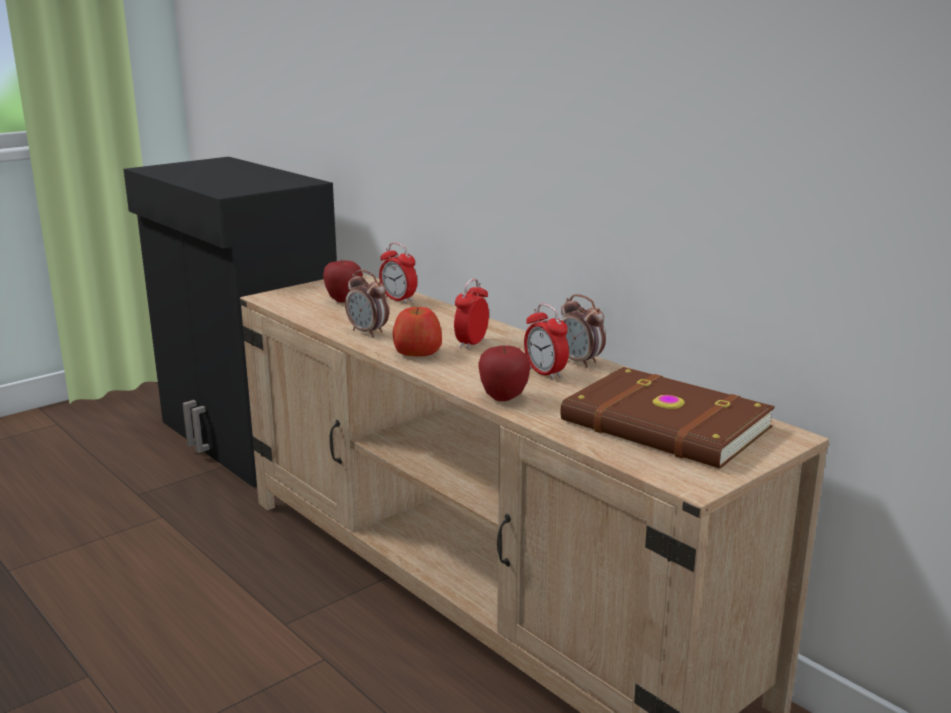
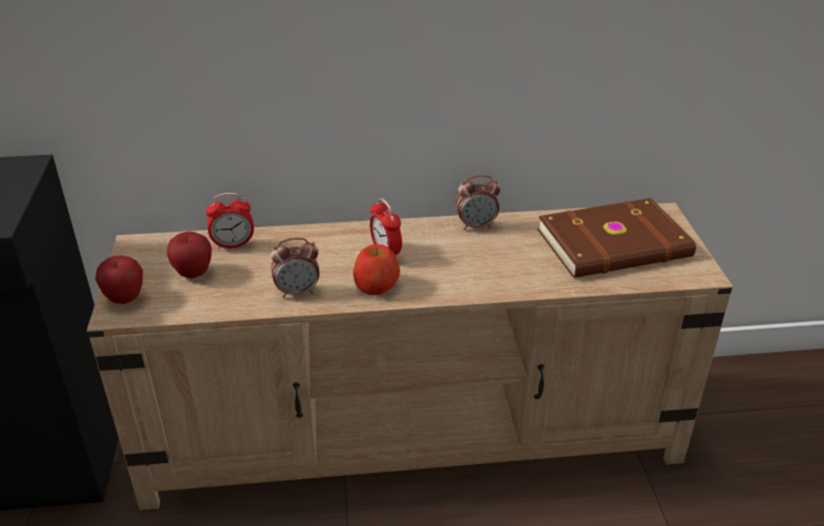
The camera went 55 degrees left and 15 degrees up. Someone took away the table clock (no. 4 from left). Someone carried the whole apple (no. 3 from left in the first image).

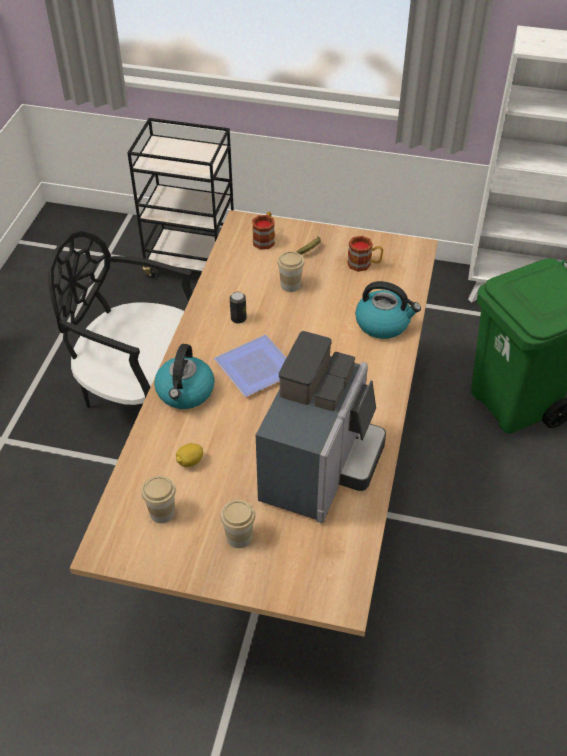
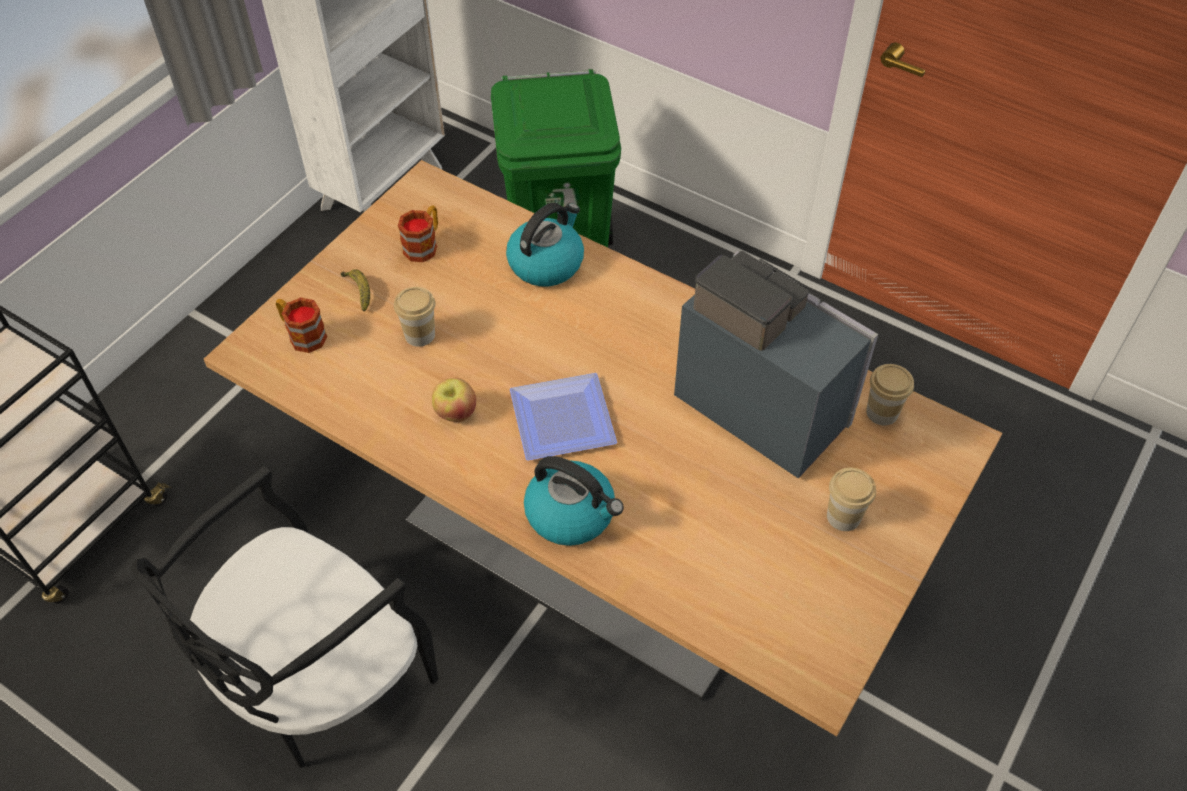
The camera went 70 degrees left and 5 degrees up. Someone took away the whole lemon. Someone carried the cup (no. 1 from left in the first image). Someone swapped the sealed can for the whole apple.

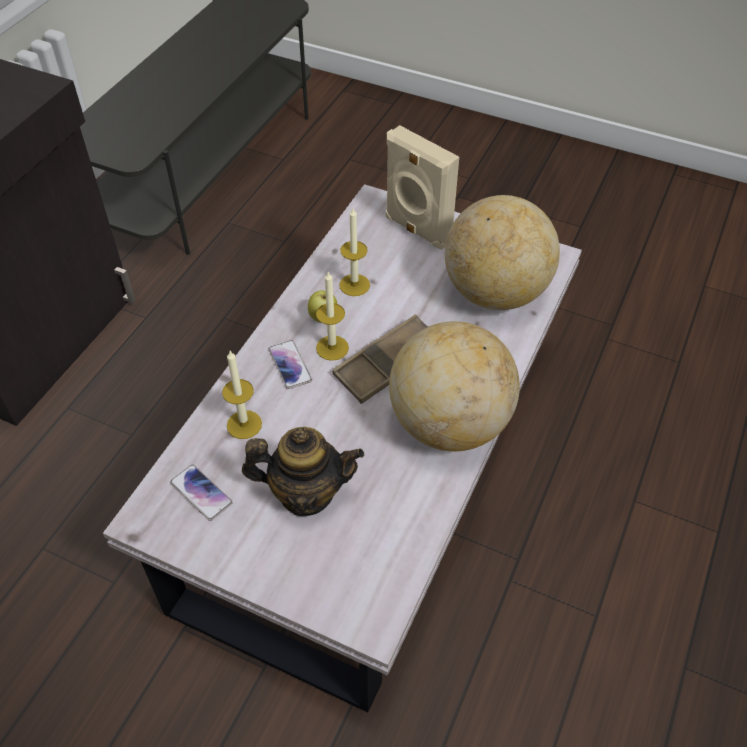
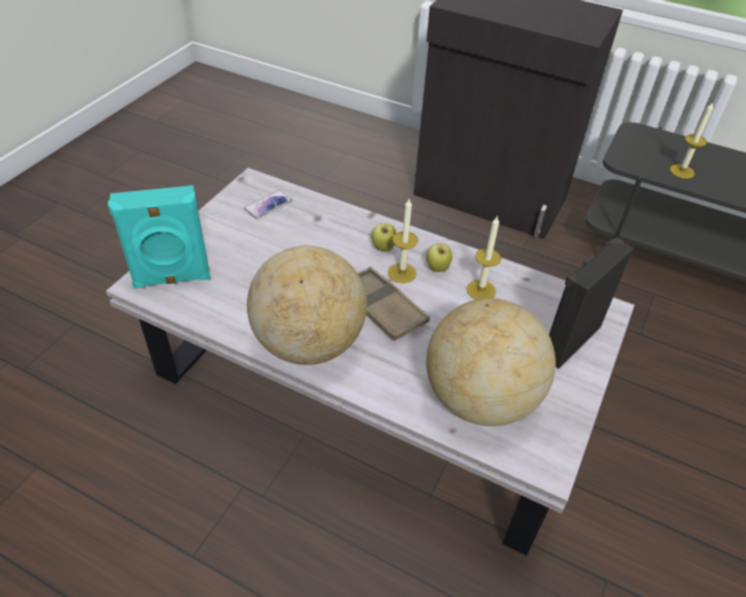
The camera went 90 degrees right and 5 degrees down. Someone took away the pot for tea. Someone put down the blue-green speaker. Someone carried the candle (no. 1 from left in the first image). Someone swapped the handset (no. 2 from left) for the whole apple (no. 1 from left). Someone repainted the beige speaker, which became the black speaker.

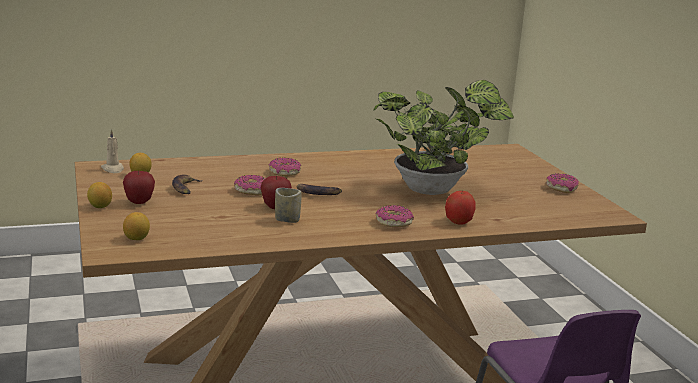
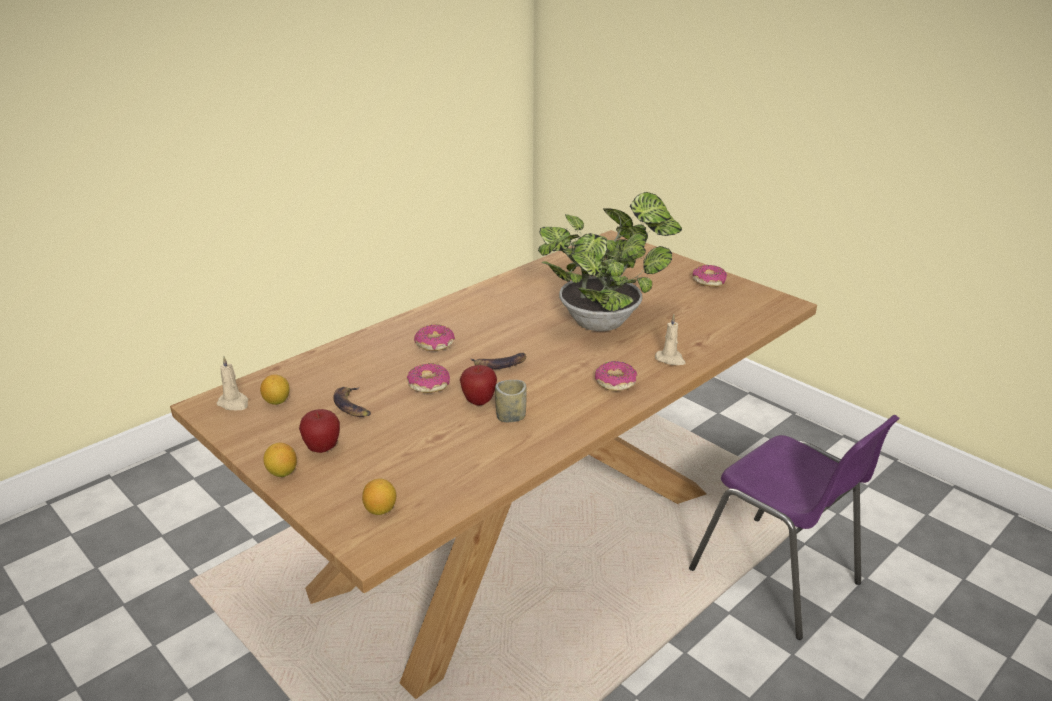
The camera went 25 degrees left and 10 degrees up. Someone swapped the whole apple (no. 3 from left) for the beige candle (no. 2 from left).

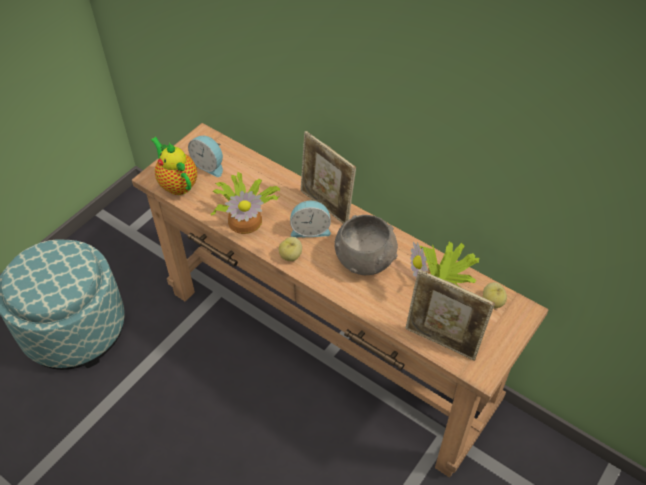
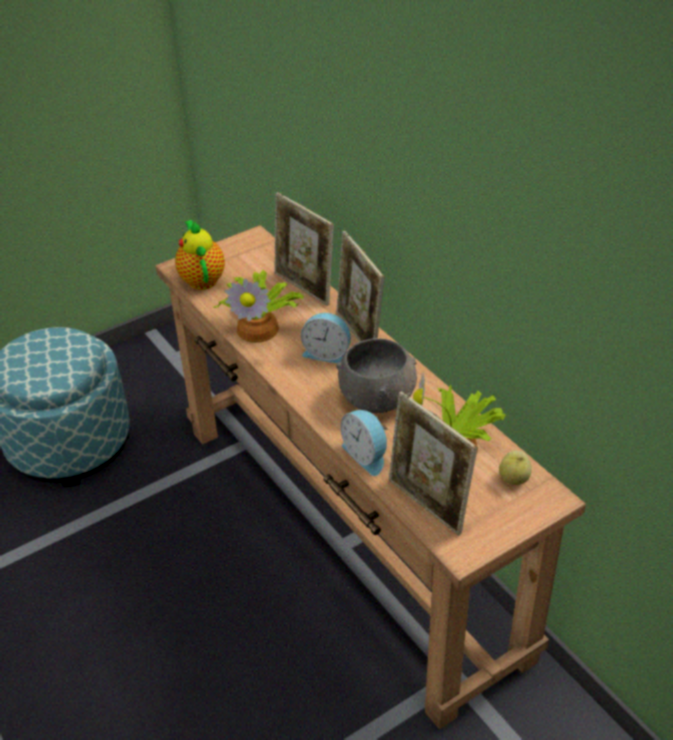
The camera went 20 degrees right and 10 degrees down. Someone took away the whole apple (no. 1 from left). Someone put down the photo frame (no. 1 from left). Someone carried the table clock (no. 1 from left in the first image).

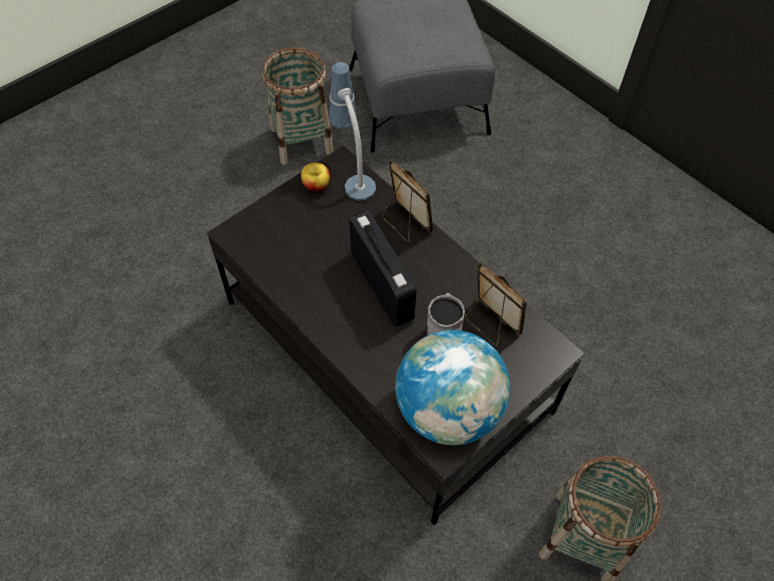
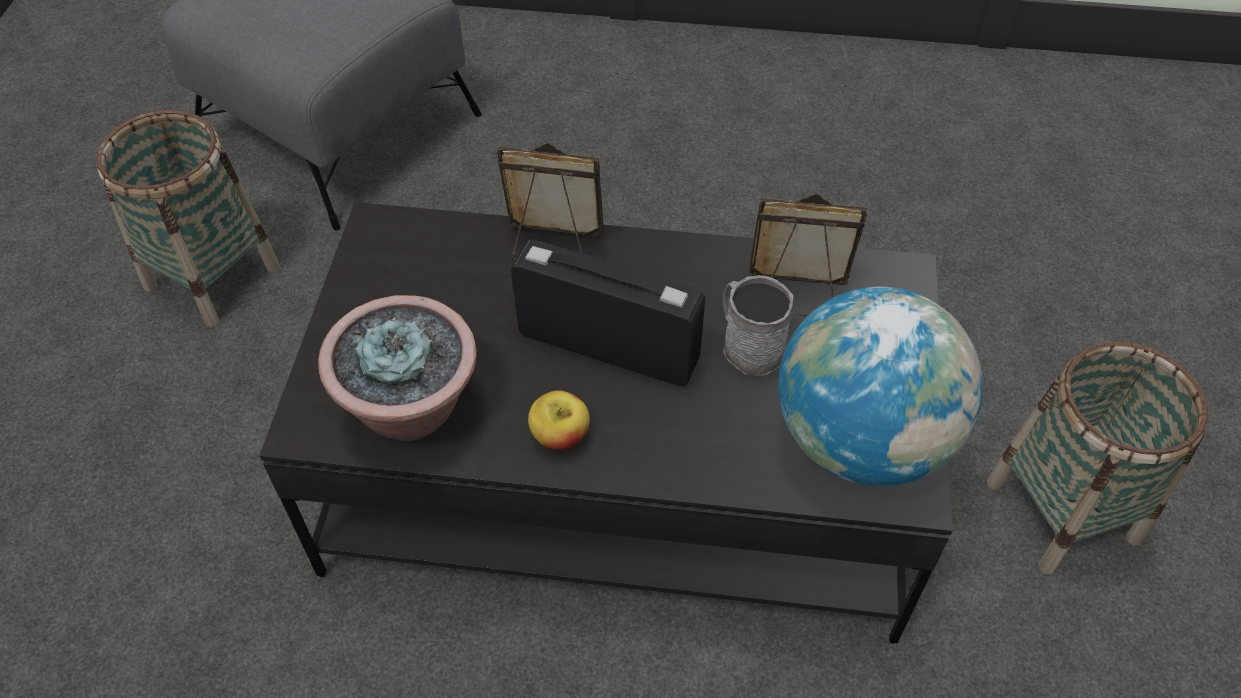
The camera went 40 degrees left and 5 degrees down. Someone took away the table lamp. Someone put down the plant in a pot. Someone carried the whole apple.

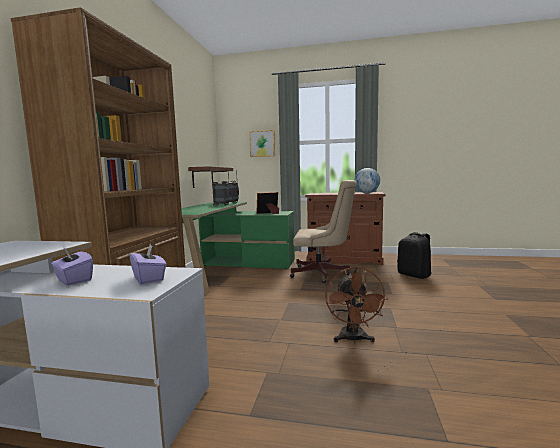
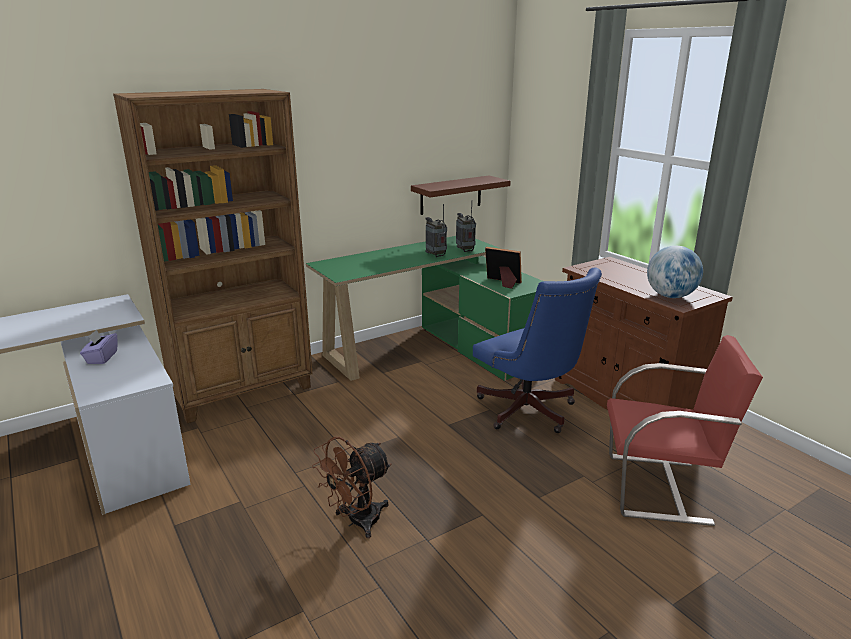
The camera went 45 degrees right and 15 degrees up. Someone took away the purplish box of tissues (no. 2 from left). Someone took away the picture. Someone swapped the black rucksack for the red-coloured plain chair. Someone repainted the beige office chair, which became the blue-coloured office chair.

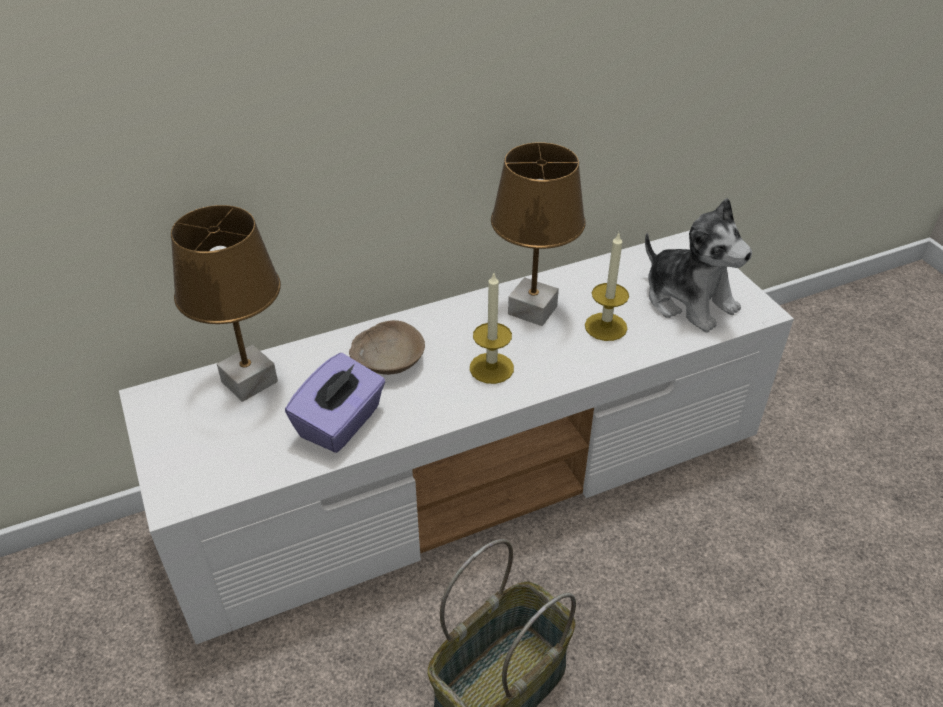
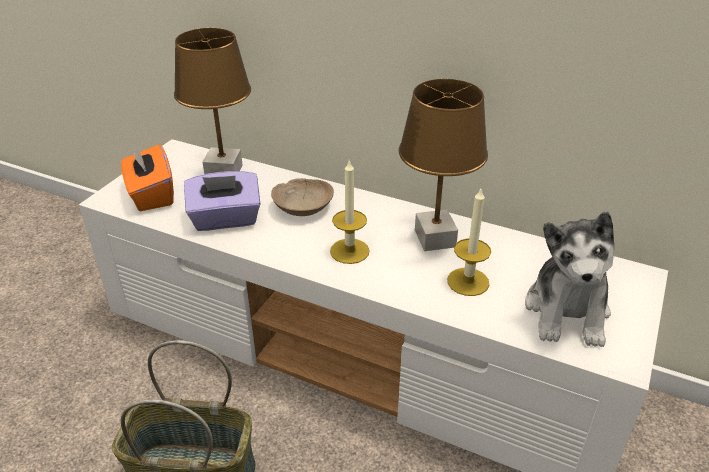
The camera went 50 degrees right and 5 degrees down. Someone put down the orange-coloured box of tissues.

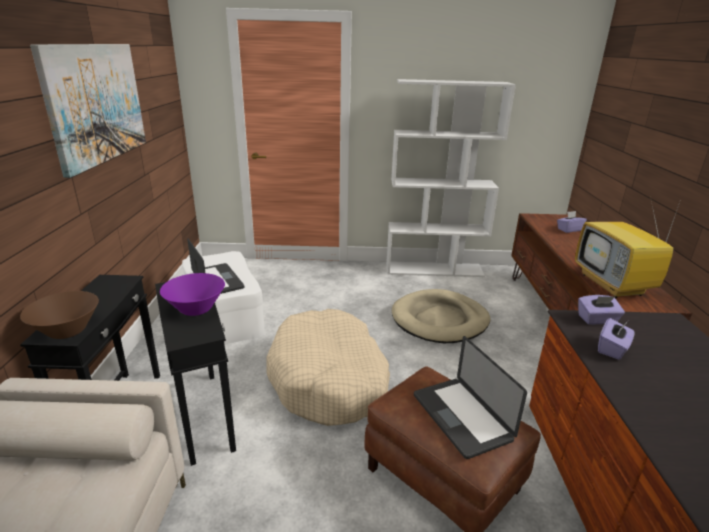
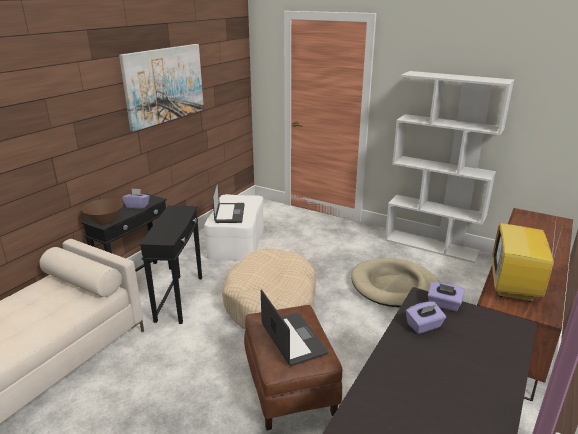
The camera went 30 degrees right and 0 degrees up. Someone took away the purplish serving bowl. Someone carried the purplish box of tissues (no. 1 from left). Someone rotated the laptop (no. 2 from left) by 150 degrees clockwise.

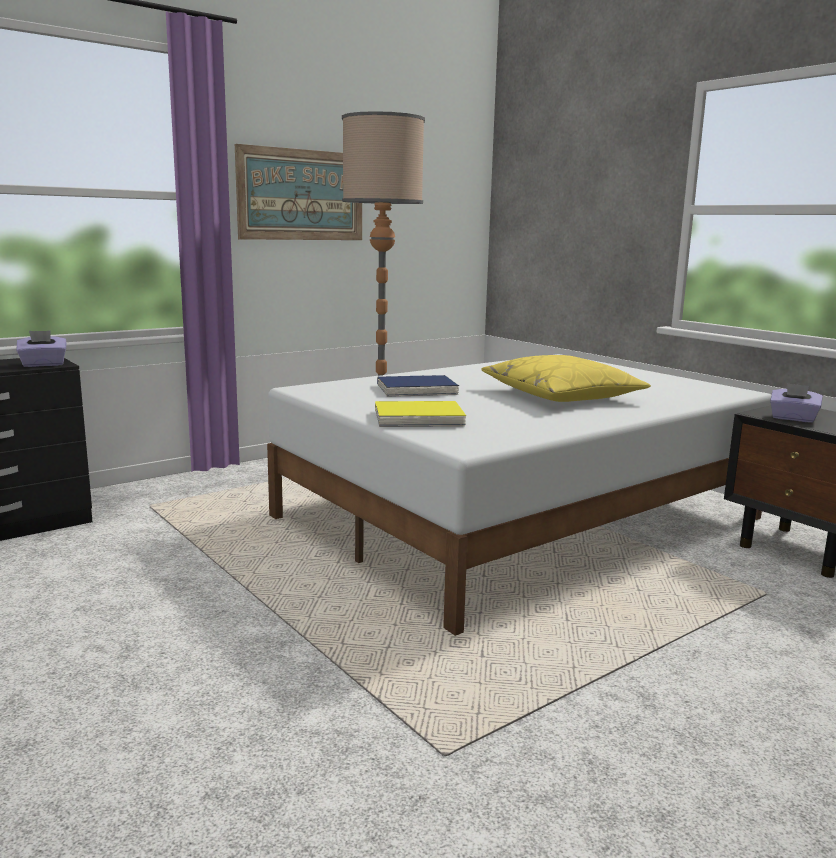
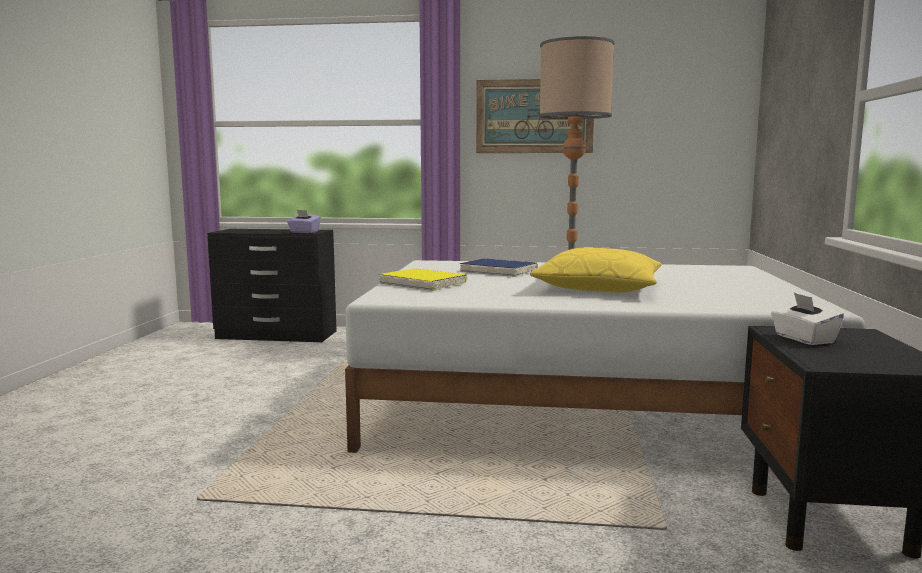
The camera went 45 degrees right and 5 degrees down. Someone repainted the purplish box of tissues (no. 2 from left), which became the white-coloured box of tissues.

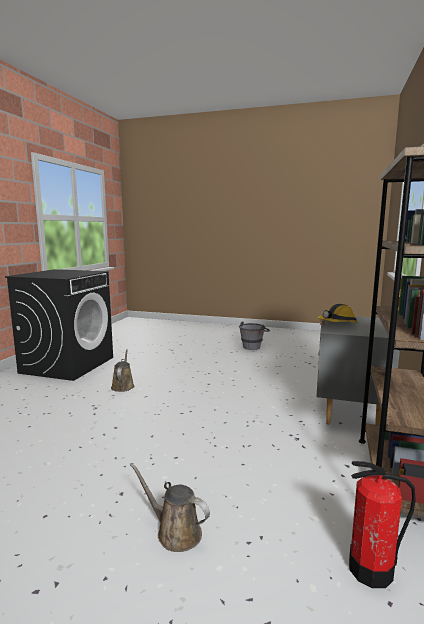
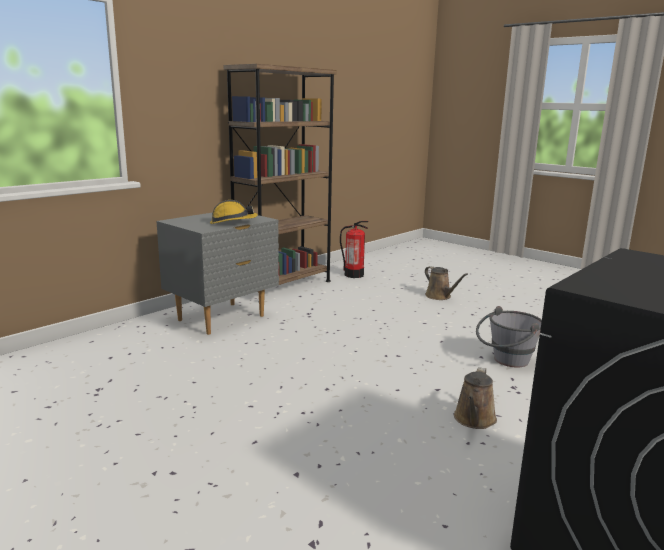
The camera went 155 degrees left and 5 degrees up. Someone carried the grey water bucket.

